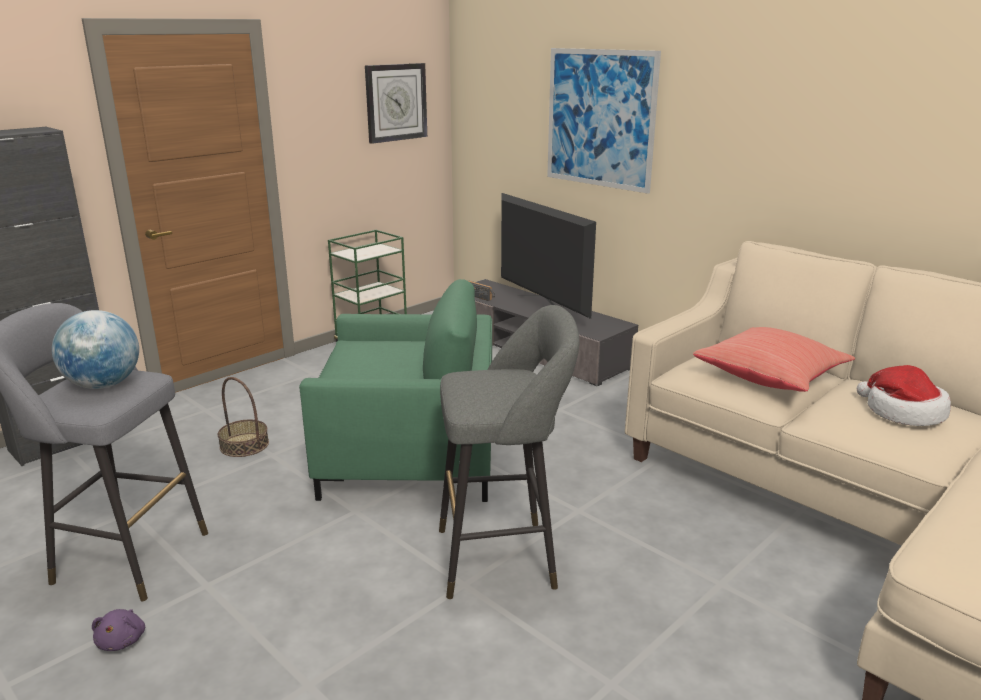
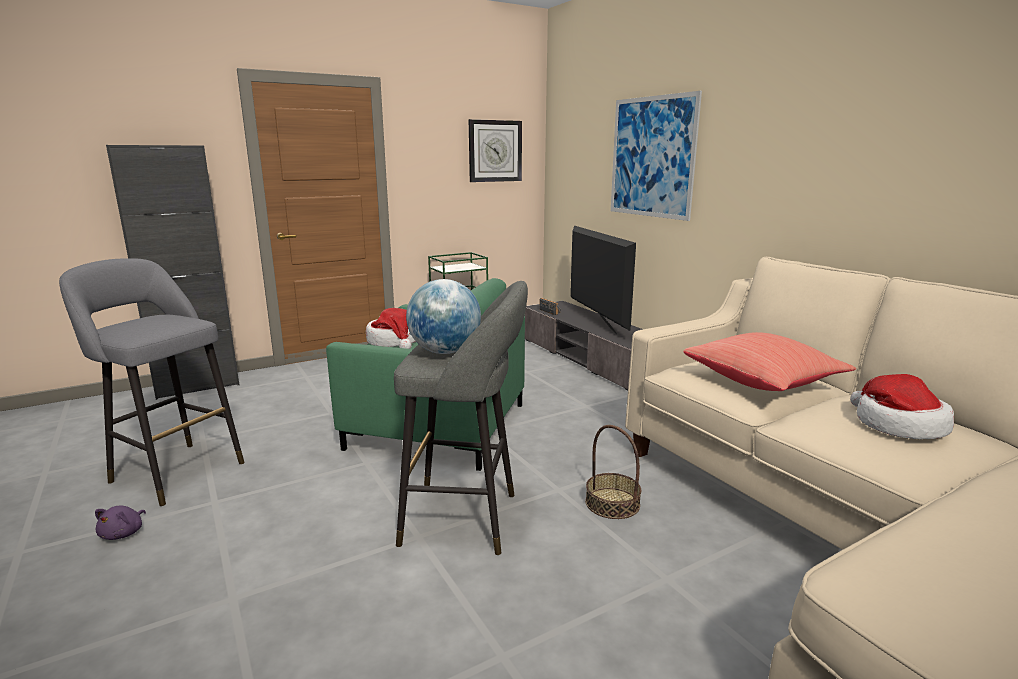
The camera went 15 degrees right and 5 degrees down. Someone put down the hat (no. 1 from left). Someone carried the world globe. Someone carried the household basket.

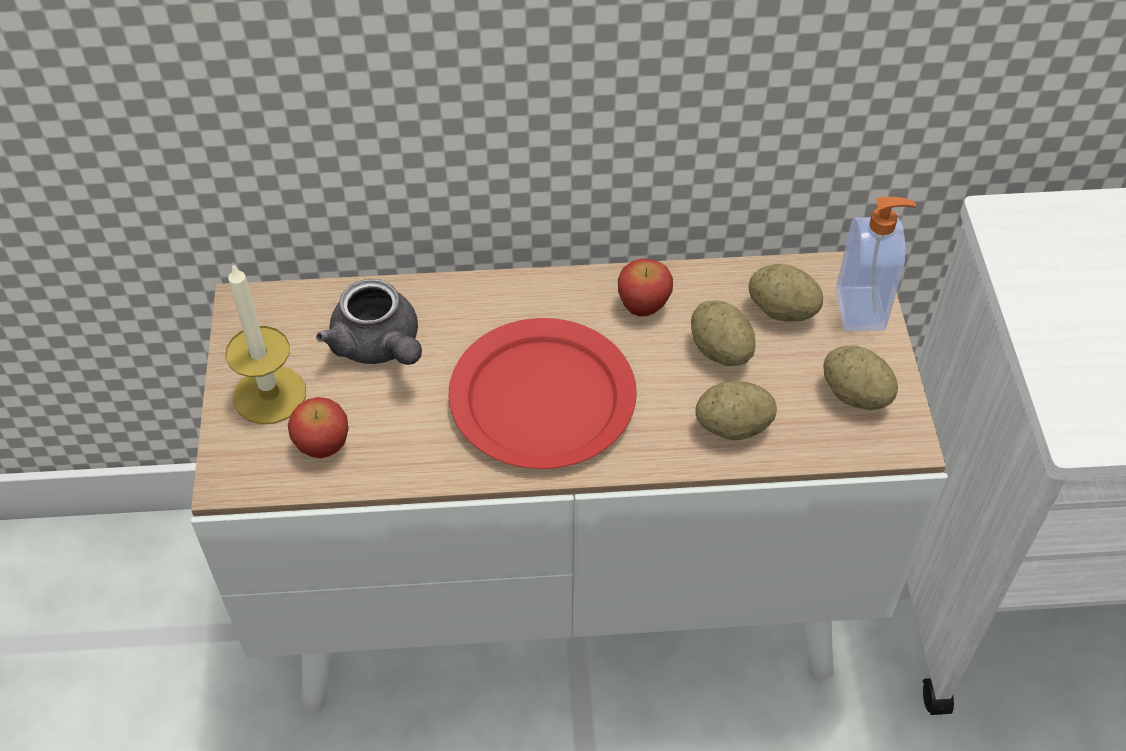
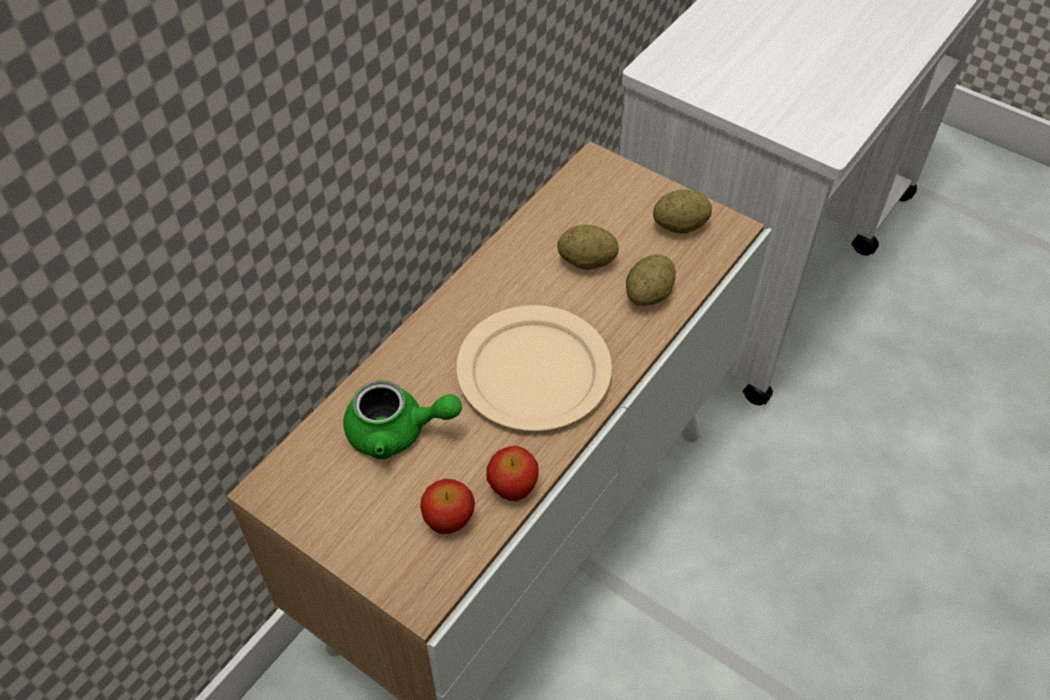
The camera went 50 degrees left and 0 degrees up. Someone took away the candle. Someone took away the whole potato (no. 3 from left). Someone took away the soap dispenser. Someone carried the whole apple (no. 2 from left). Someone repainted the grey pot for tea, which became the green-coloured pot for tea. Someone repainted the red-coloured dinner plate, which became the beige dinner plate.

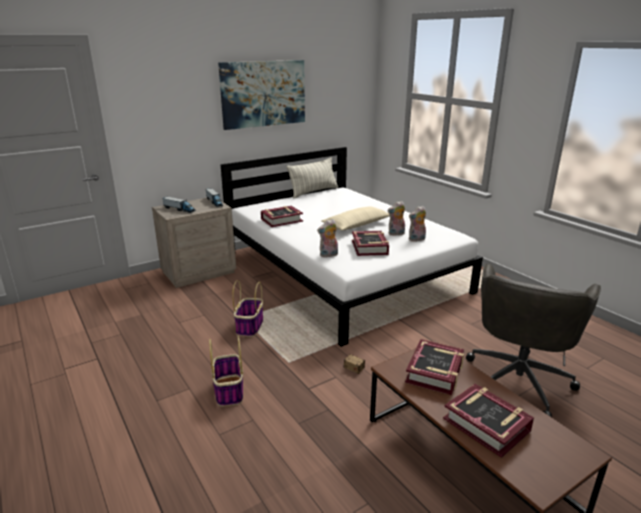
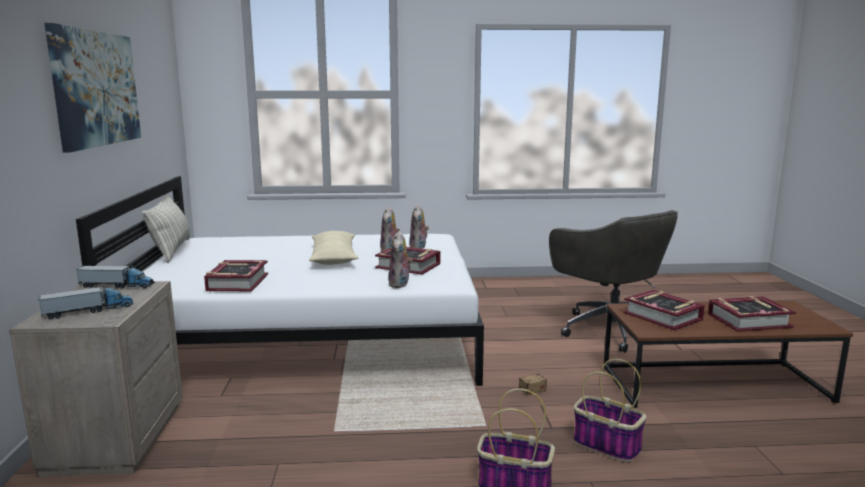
The camera went 60 degrees left and 10 degrees down. Someone carried the household basket (no. 2 from left).

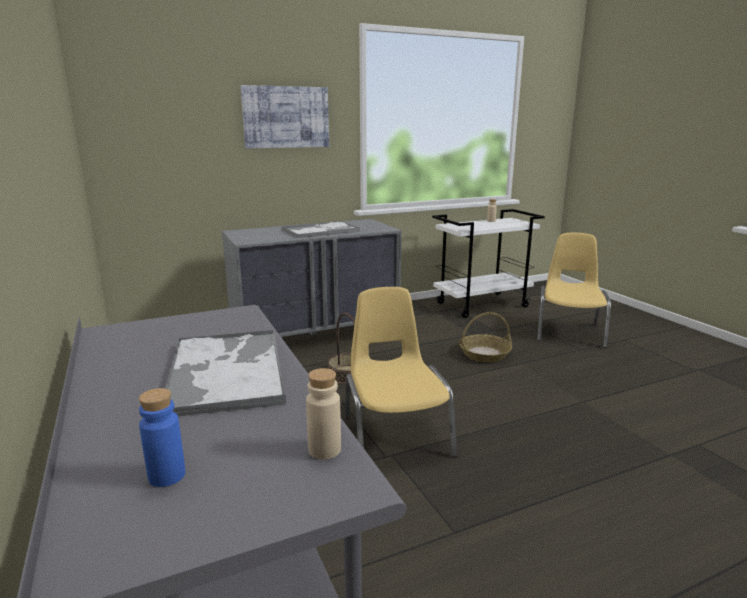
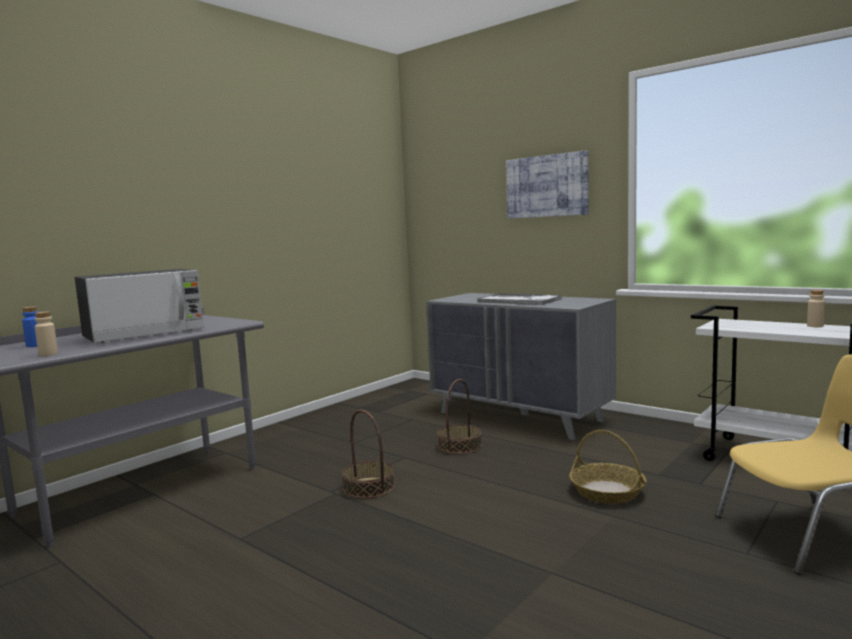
The camera went 65 degrees right and 10 degrees down. Someone swapped the tray (no. 1 from left) for the microwave. Someone swapped the yellow plain chair (no. 1 from left) for the household basket (no. 1 from left).

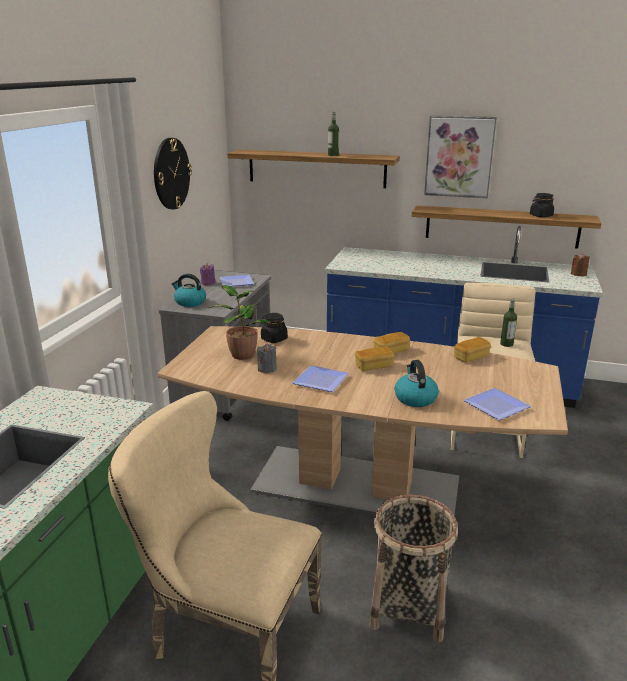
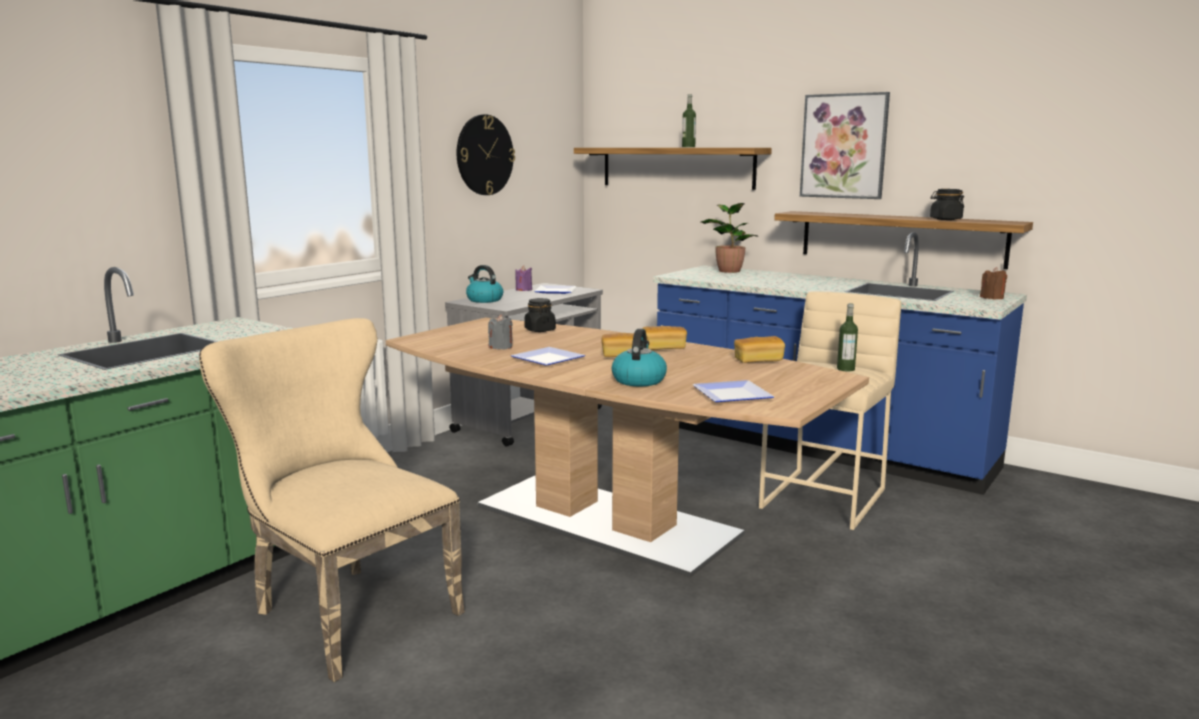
The camera went 20 degrees right and 10 degrees down. Someone took away the household basket. Someone carried the plant in a pot.

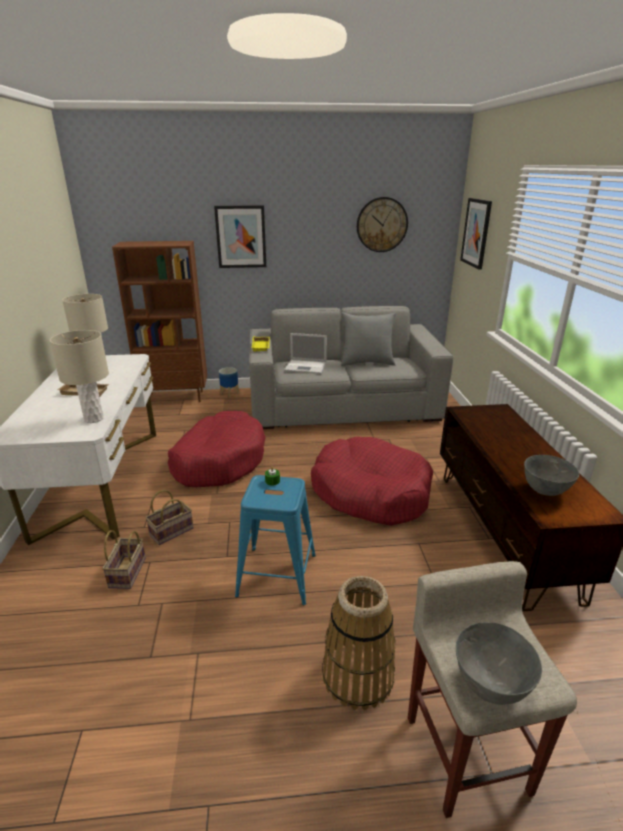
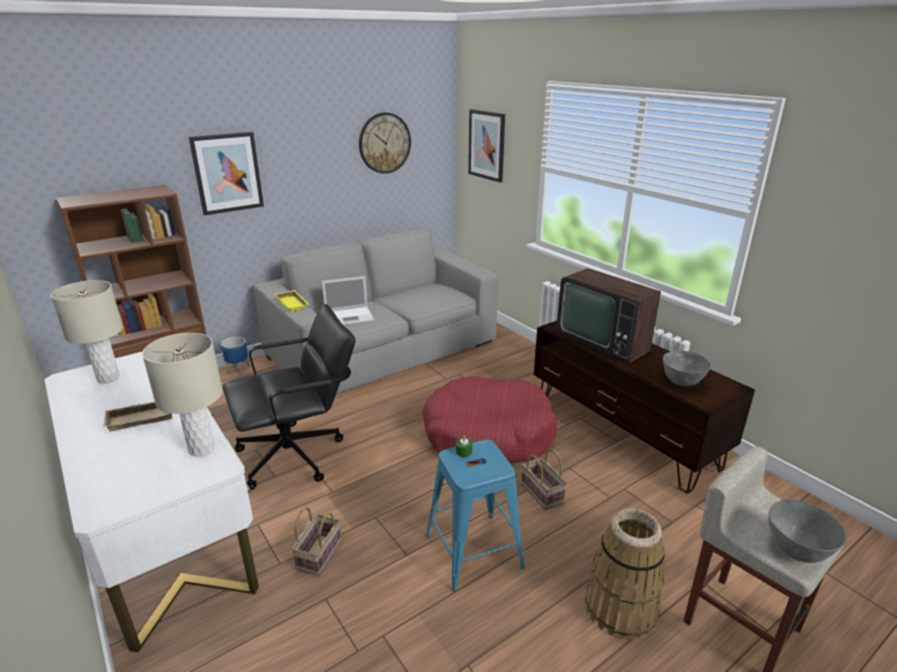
The camera went 30 degrees left and 0 degrees up. Someone took away the grey pillow. Someone put down the TV. Someone carried the household basket (no. 1 from left in the first image). Someone swapped the red-coloured dog cushion (no. 1 from left) for the black office chair.

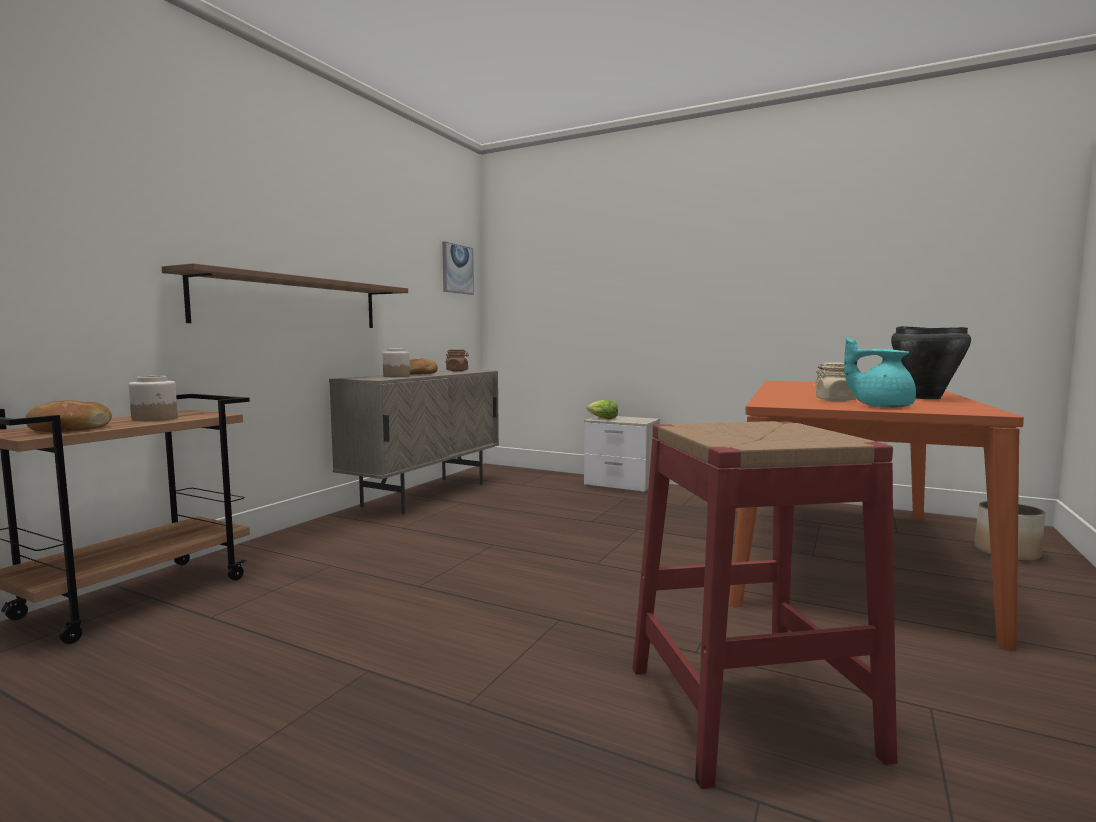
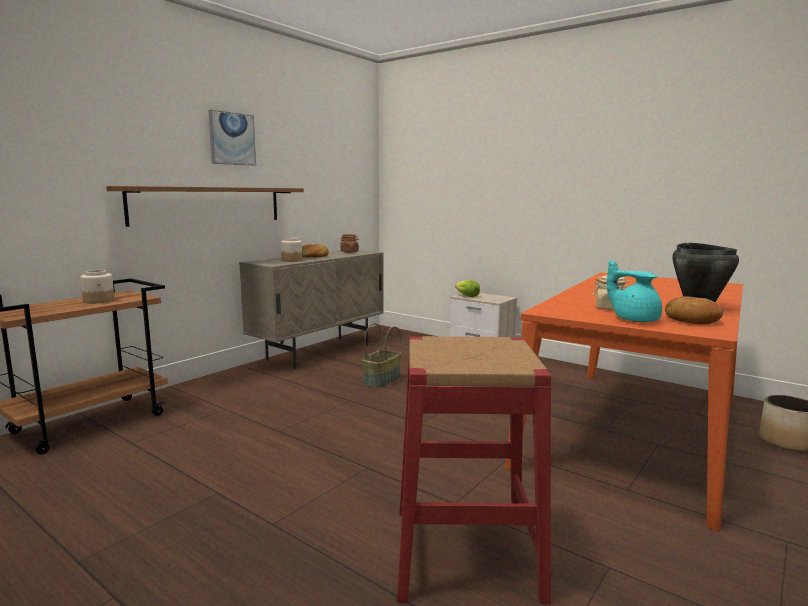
The camera went 10 degrees right and 5 degrees up. Someone put down the household basket. Someone carried the baked bread (no. 1 from left in the first image). Someone carried the picture.

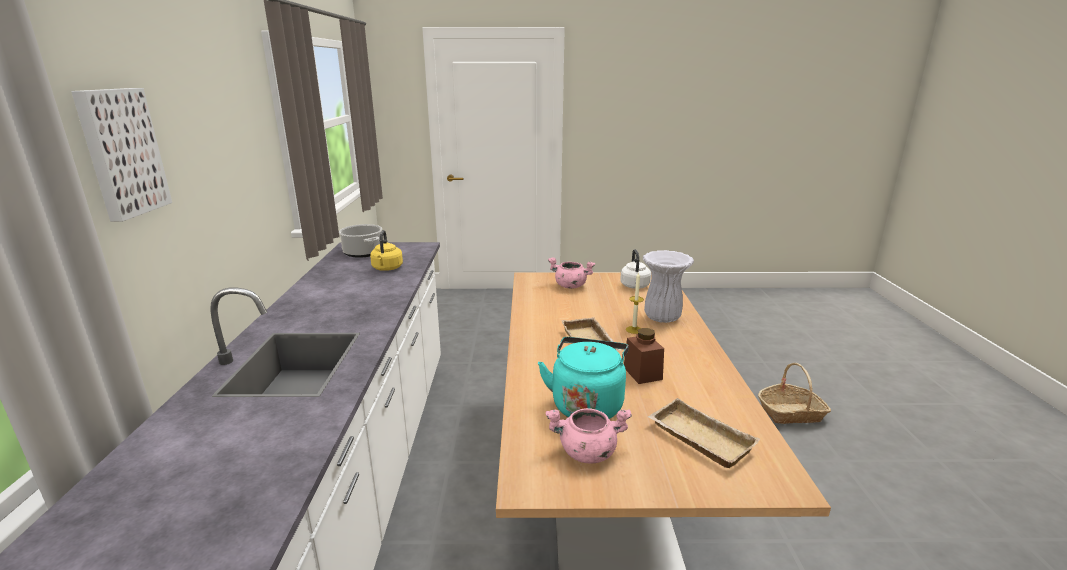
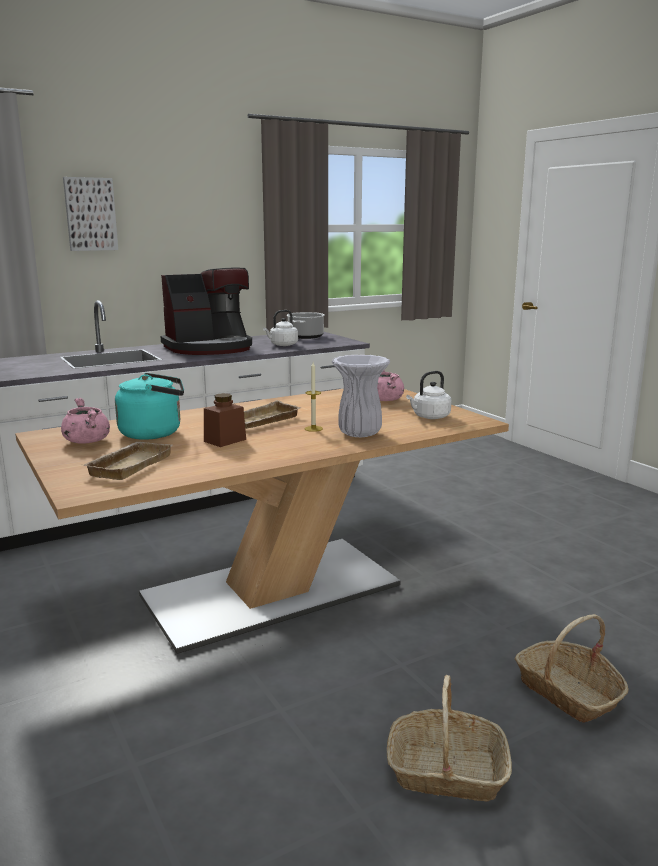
The camera went 60 degrees right and 5 degrees down. Someone put down the coffee brewer. Someone put down the household basket (no. 1 from left). Someone repainted the yellow water kettle, which became the white-coloured water kettle (no. 1 from left).

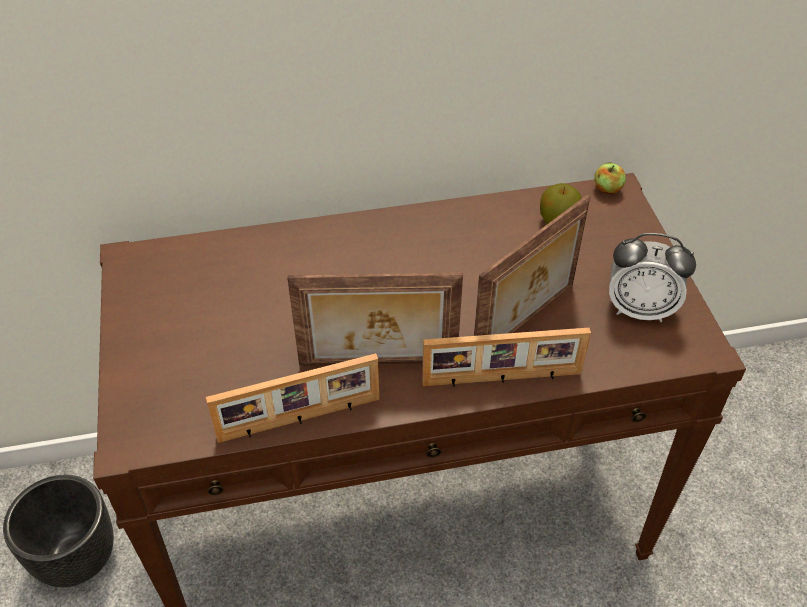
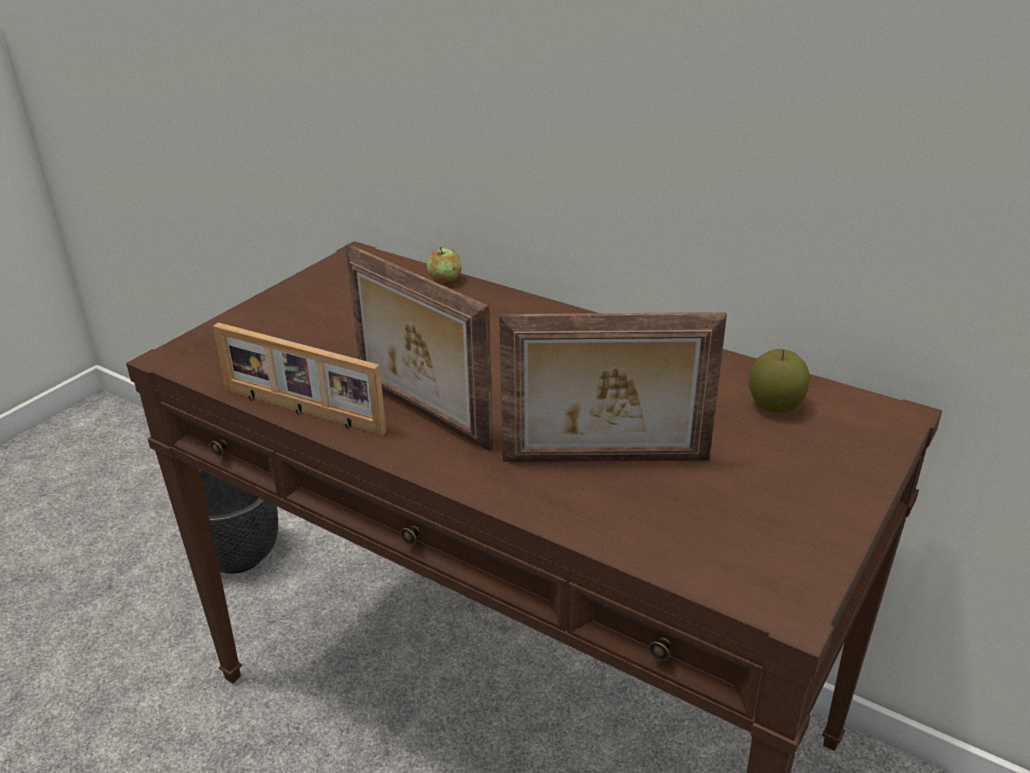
The camera went 45 degrees right and 15 degrees down. Someone took away the photo frame (no. 3 from left). Someone took away the table clock. Someone carried the whole apple (no. 2 from left in the first image).

